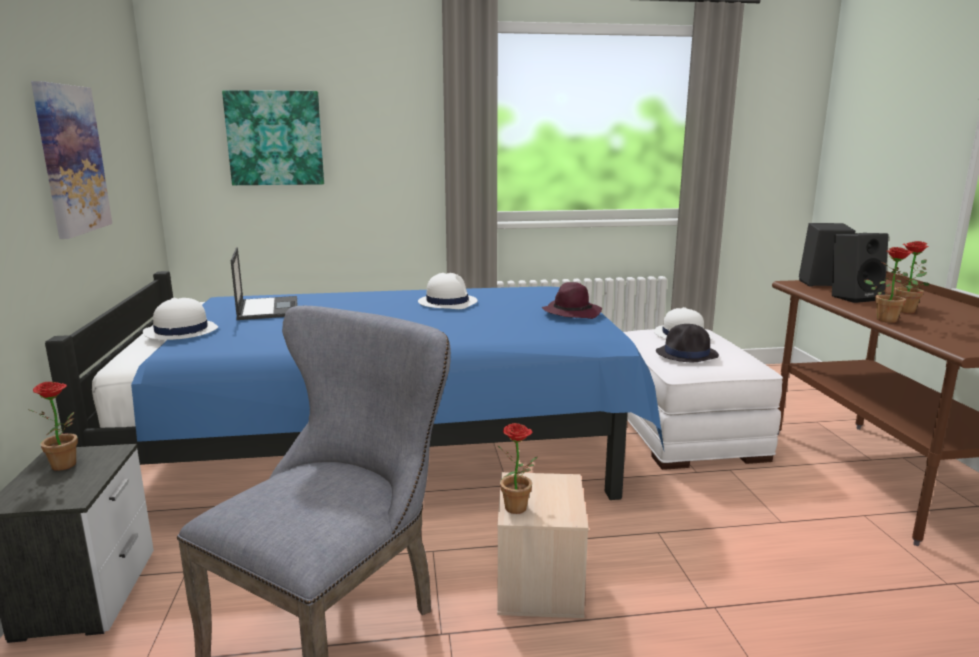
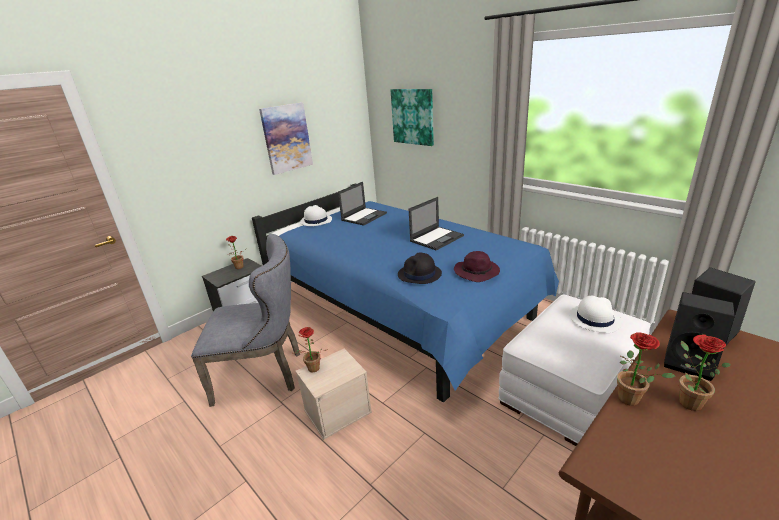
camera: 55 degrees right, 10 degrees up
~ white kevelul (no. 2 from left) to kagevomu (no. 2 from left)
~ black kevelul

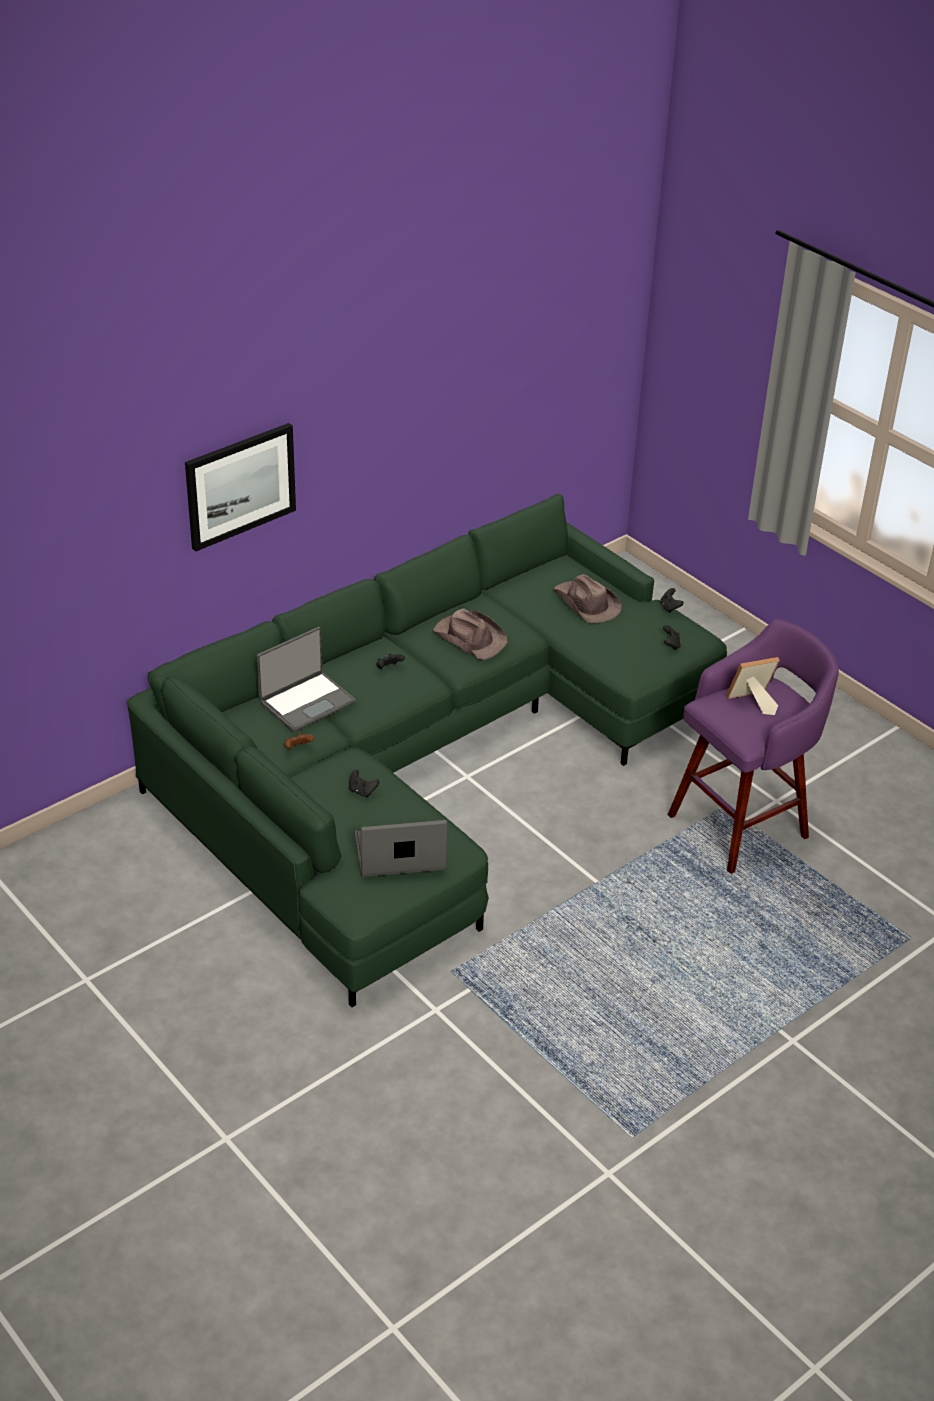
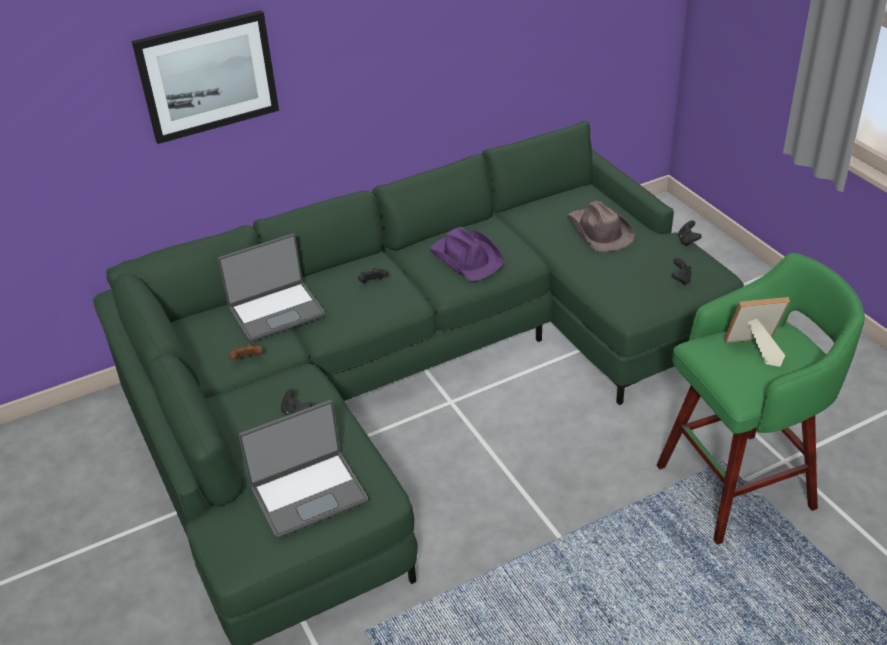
camera: 15 degrees right, 0 degrees up
~ brown kevelul (no. 1 from left) to purple kevelul
~ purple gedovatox to green gedovatox
~ kagevomu (no. 2 from left) 150 degrees clockwise

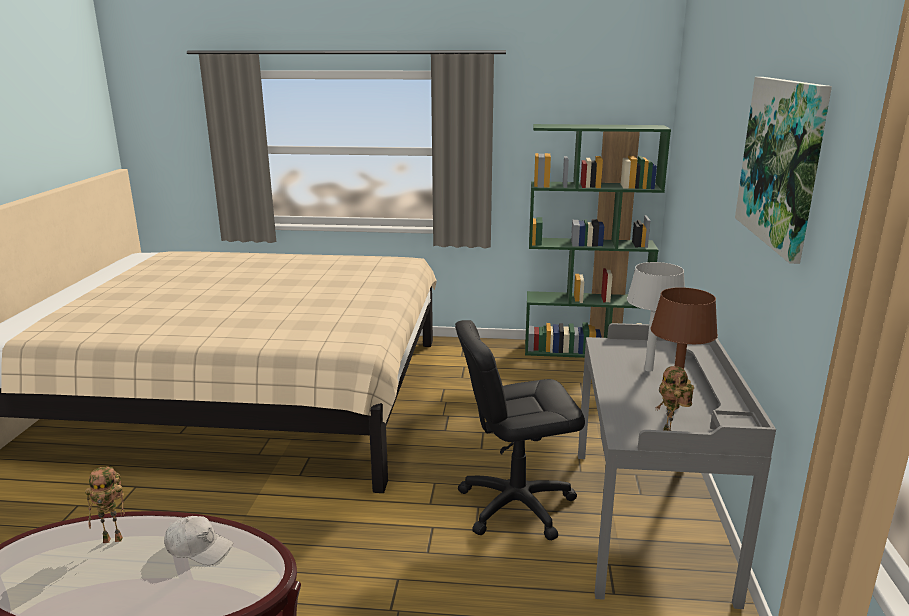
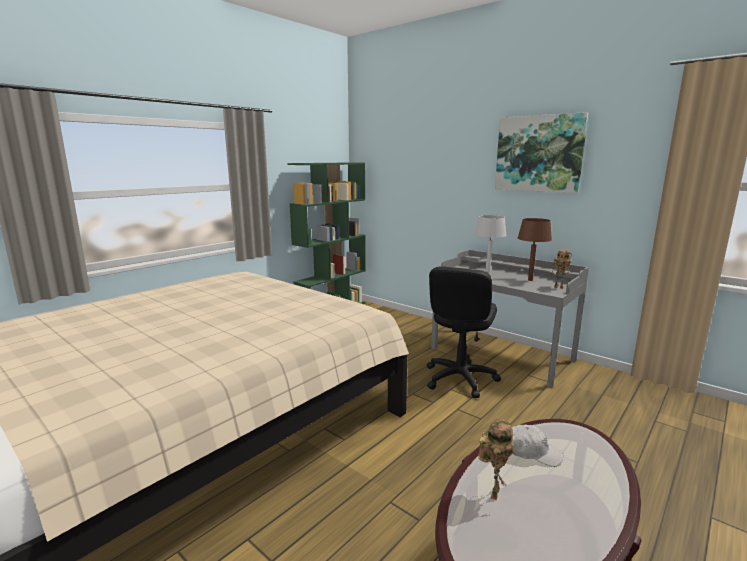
camera: 55 degrees left, 5 degrees down
~ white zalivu 60 degrees clockwise

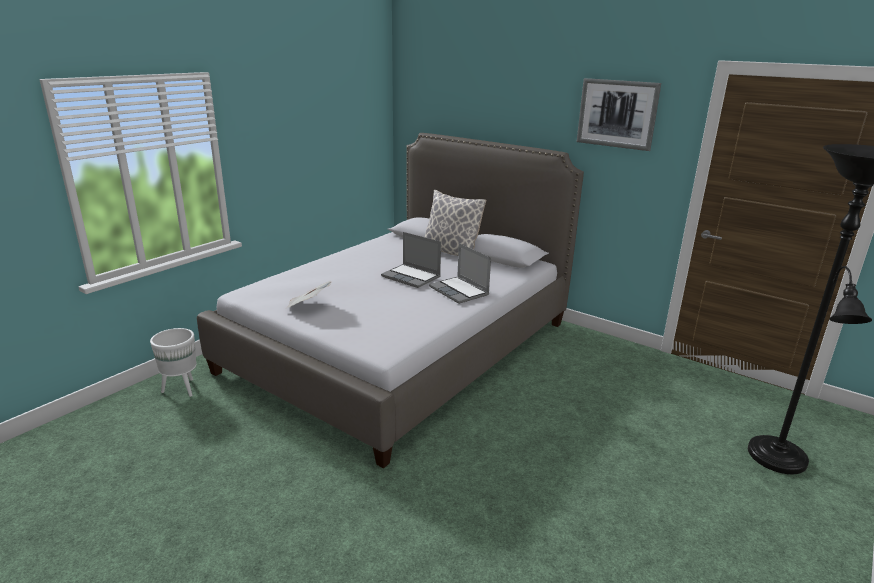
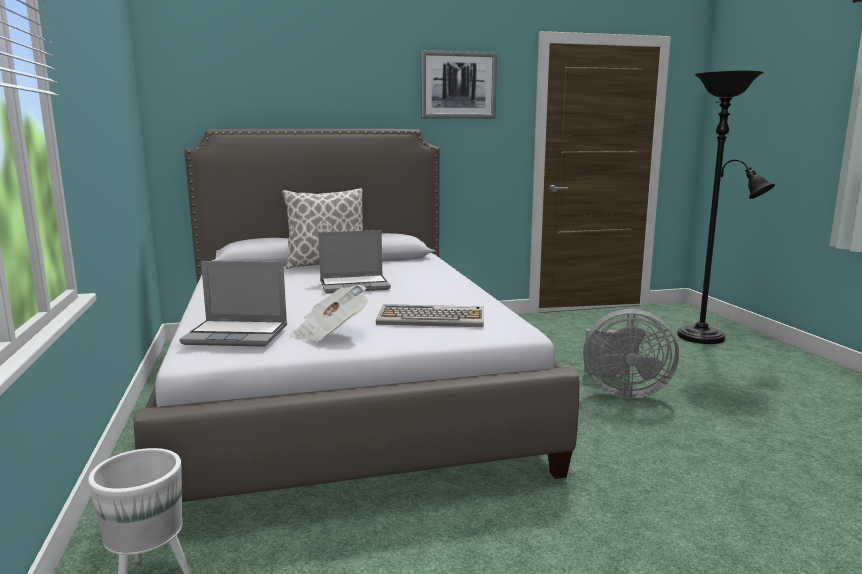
camera: 50 degrees left, 10 degrees down
~ kagevomu (no. 2 from left in the first image) to kagevomu (no. 1 from left)
+ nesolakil
+ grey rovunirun

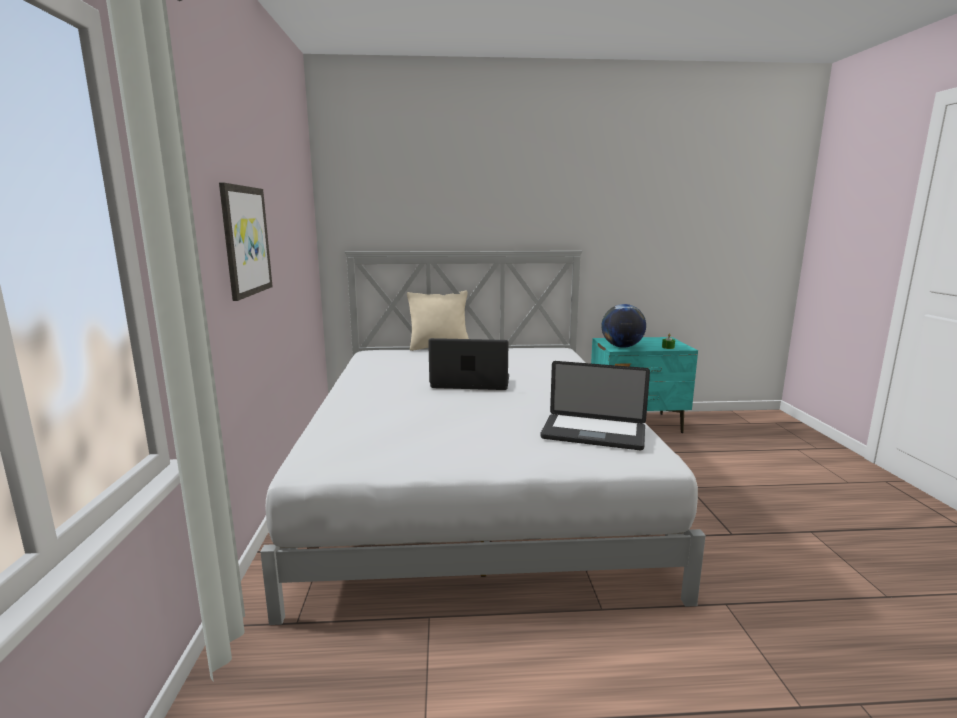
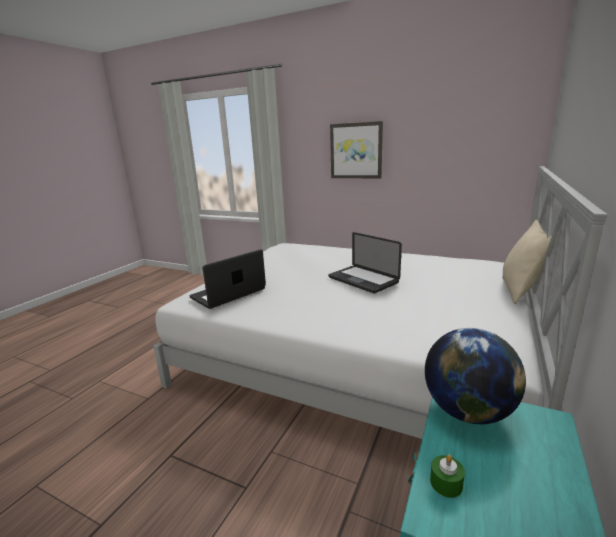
camera: 120 degrees right, 5 degrees up
~ kagevomu (no. 1 from left in the first image) 105 degrees clockwise

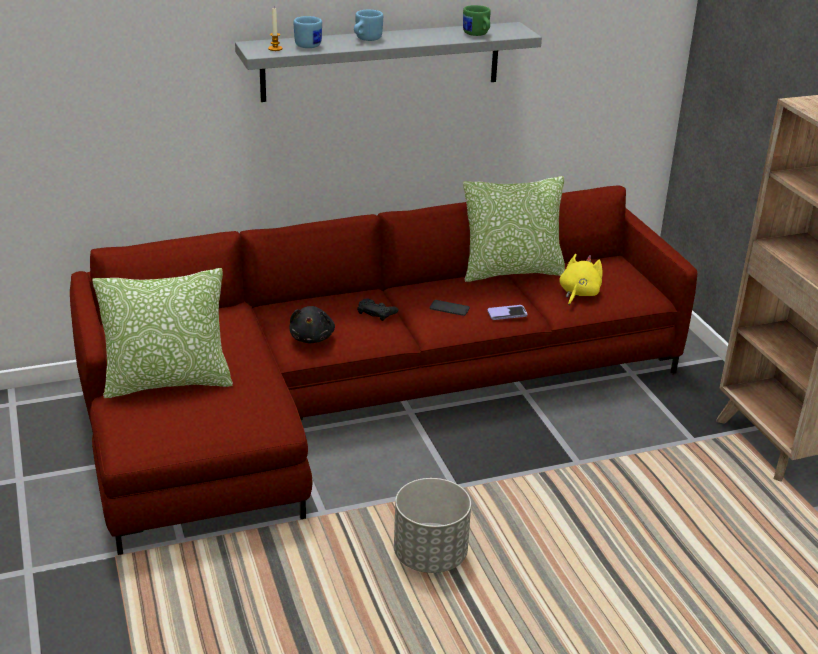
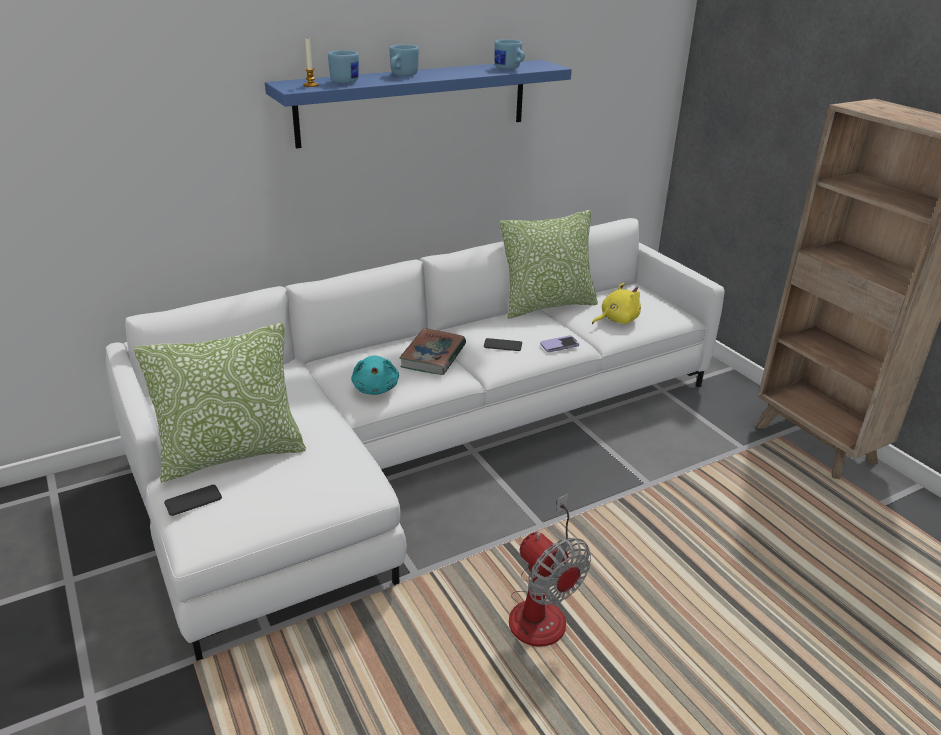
camera: 10 degrees left, 0 degrees up
~ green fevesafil to blue fevesafil (no. 3 from left)
~ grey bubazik to blue bubazik
~ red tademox to white tademox
~ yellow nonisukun 45 degrees clockwise
~ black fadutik to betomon
~ black nonisukun to turquoise nonisukun
~ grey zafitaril to rovunirun
+ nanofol (no. 1 from left)

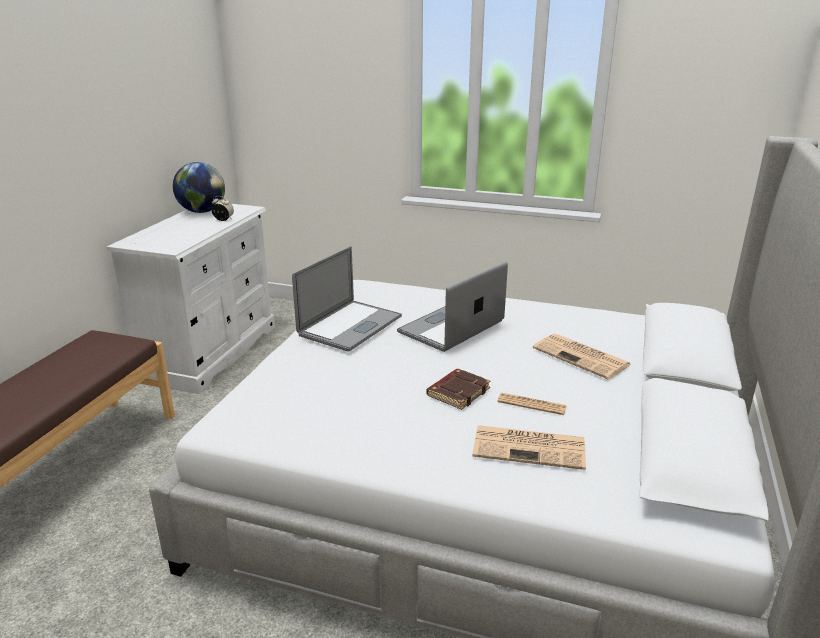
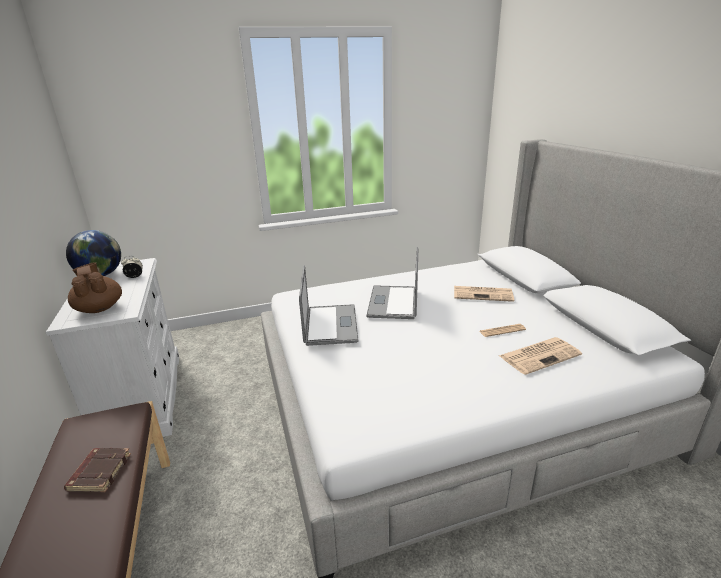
camera: 35 degrees left, 0 degrees up
~ brown betomon
+ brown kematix

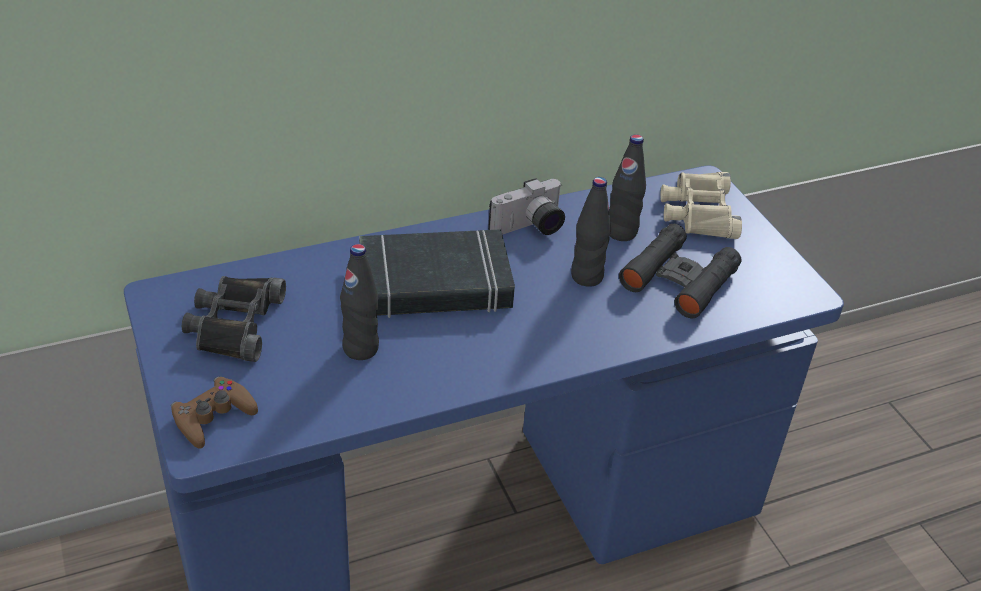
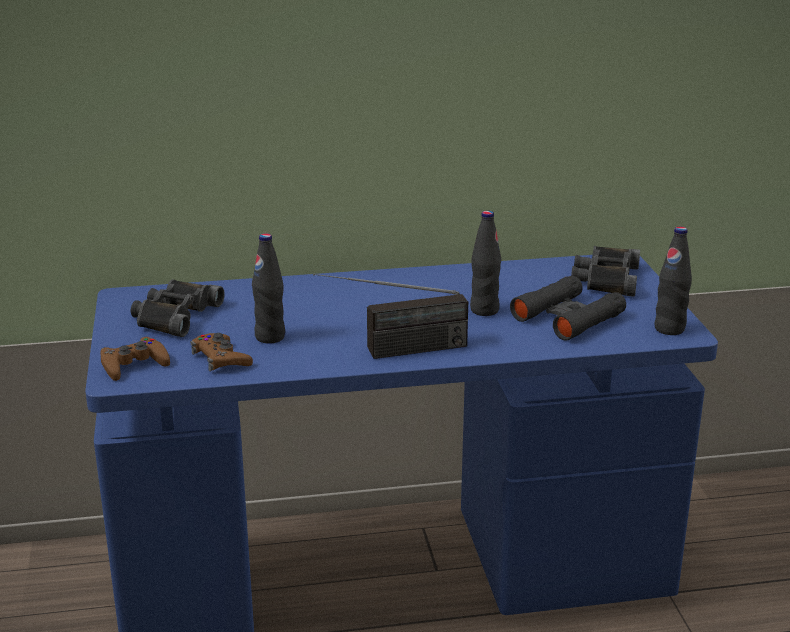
camera: 15 degrees right, 15 degrees down
~ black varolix (no. 3 from left)
~ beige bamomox to black bamomox (no. 3 from left)
- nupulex
- black betomon
+ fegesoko
+ brown fadutik (no. 2 from left)

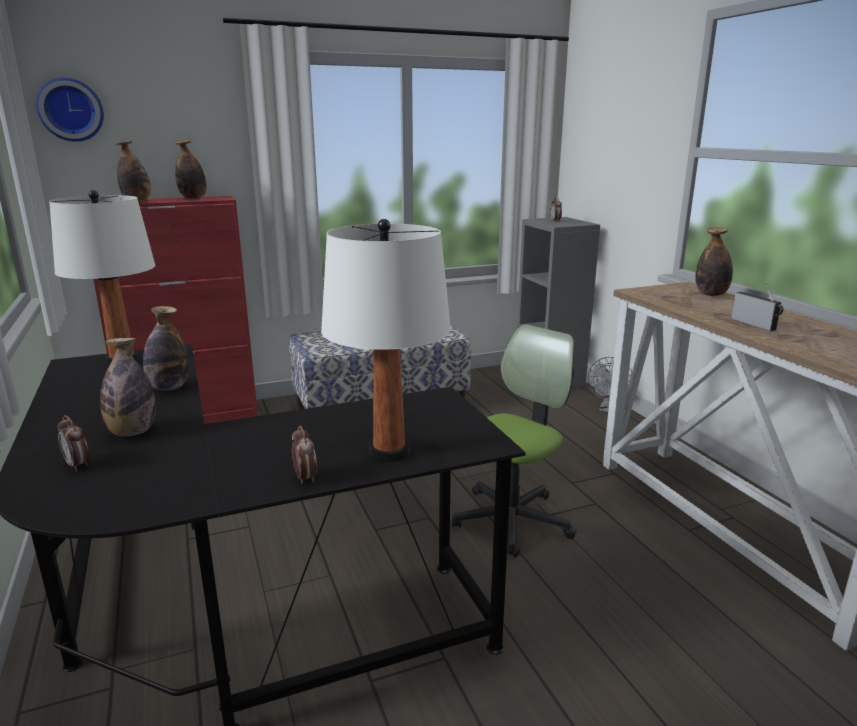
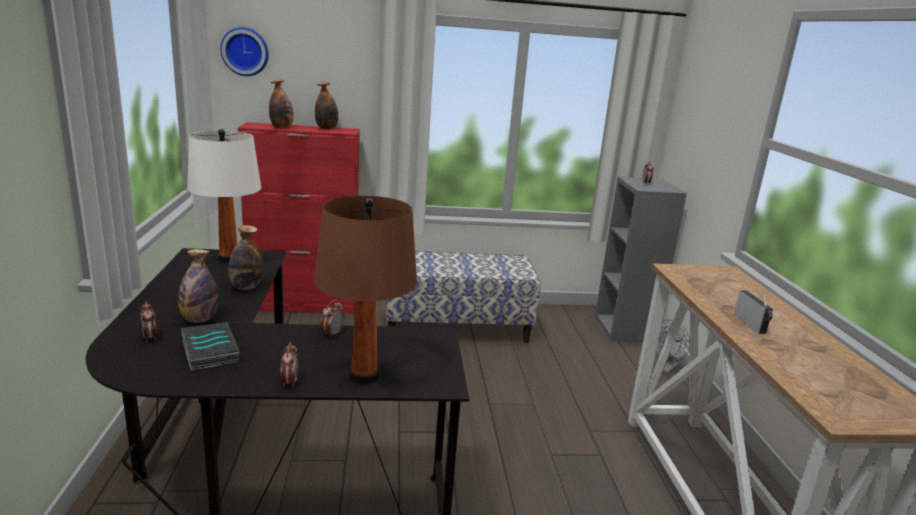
camera: 15 degrees right, 0 degrees up
~ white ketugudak (no. 2 from left) to brown ketugudak
- varolix (no. 5 from left)
- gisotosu
+ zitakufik (no. 3 from left)
+ betomon

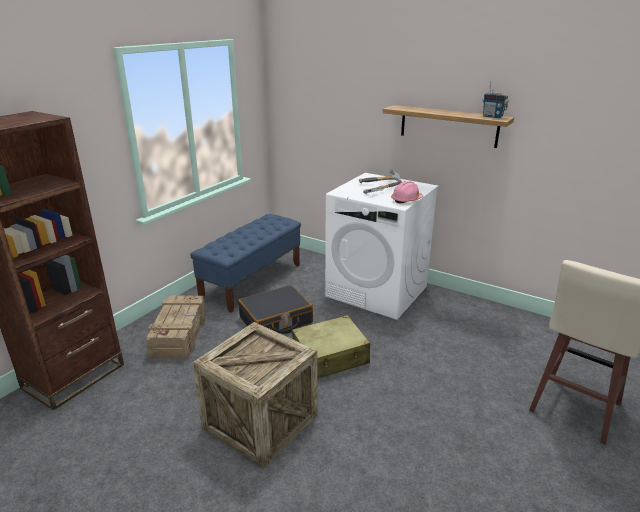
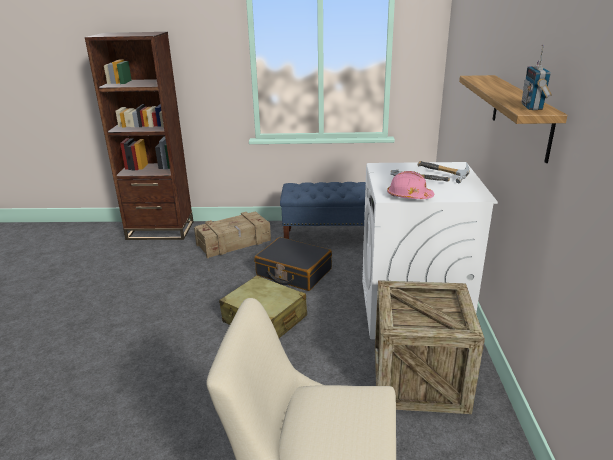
camera: 60 degrees right, 0 degrees up
~ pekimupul (no. 2 from left)

